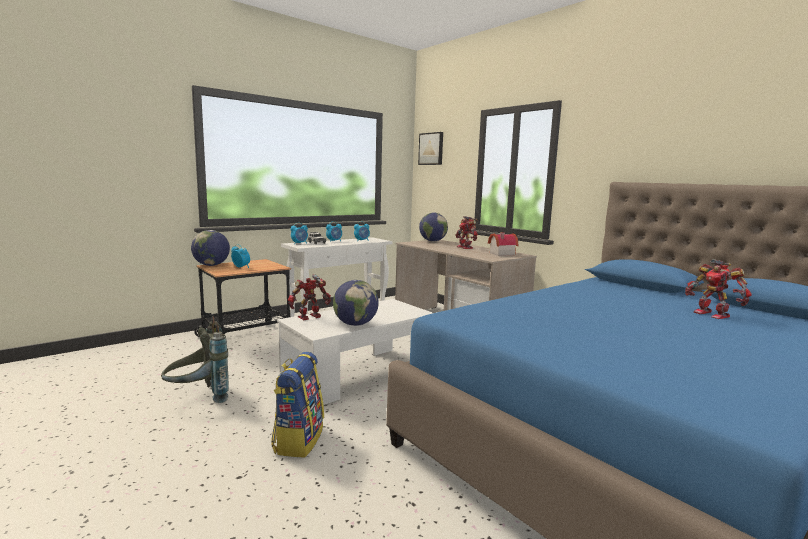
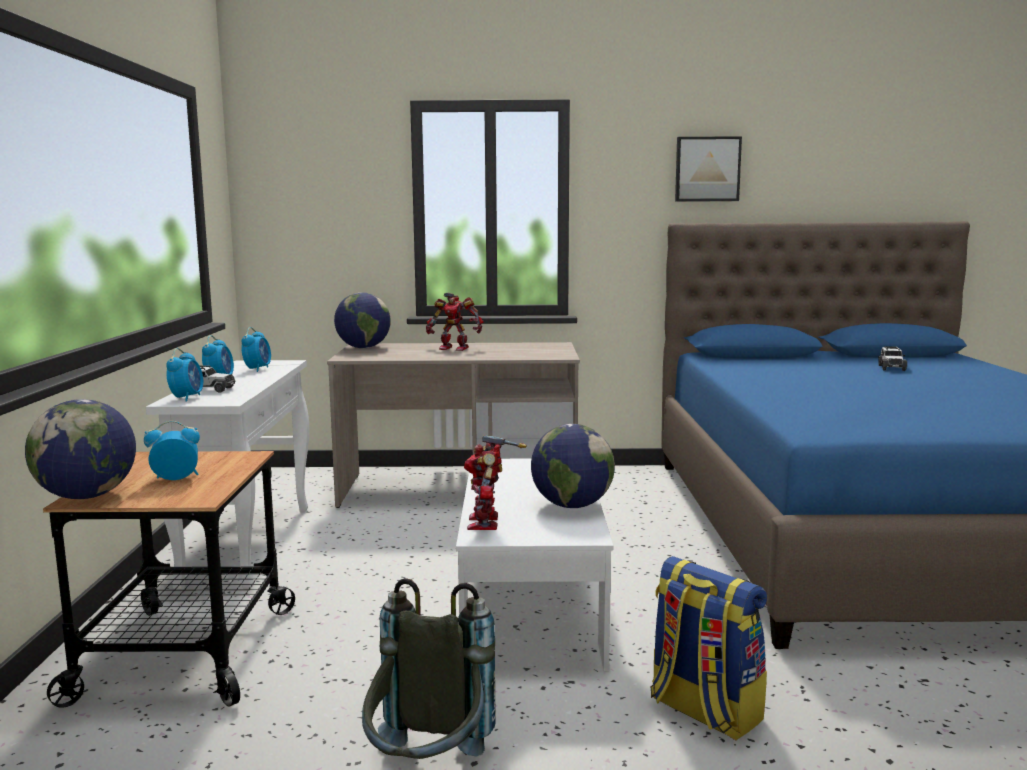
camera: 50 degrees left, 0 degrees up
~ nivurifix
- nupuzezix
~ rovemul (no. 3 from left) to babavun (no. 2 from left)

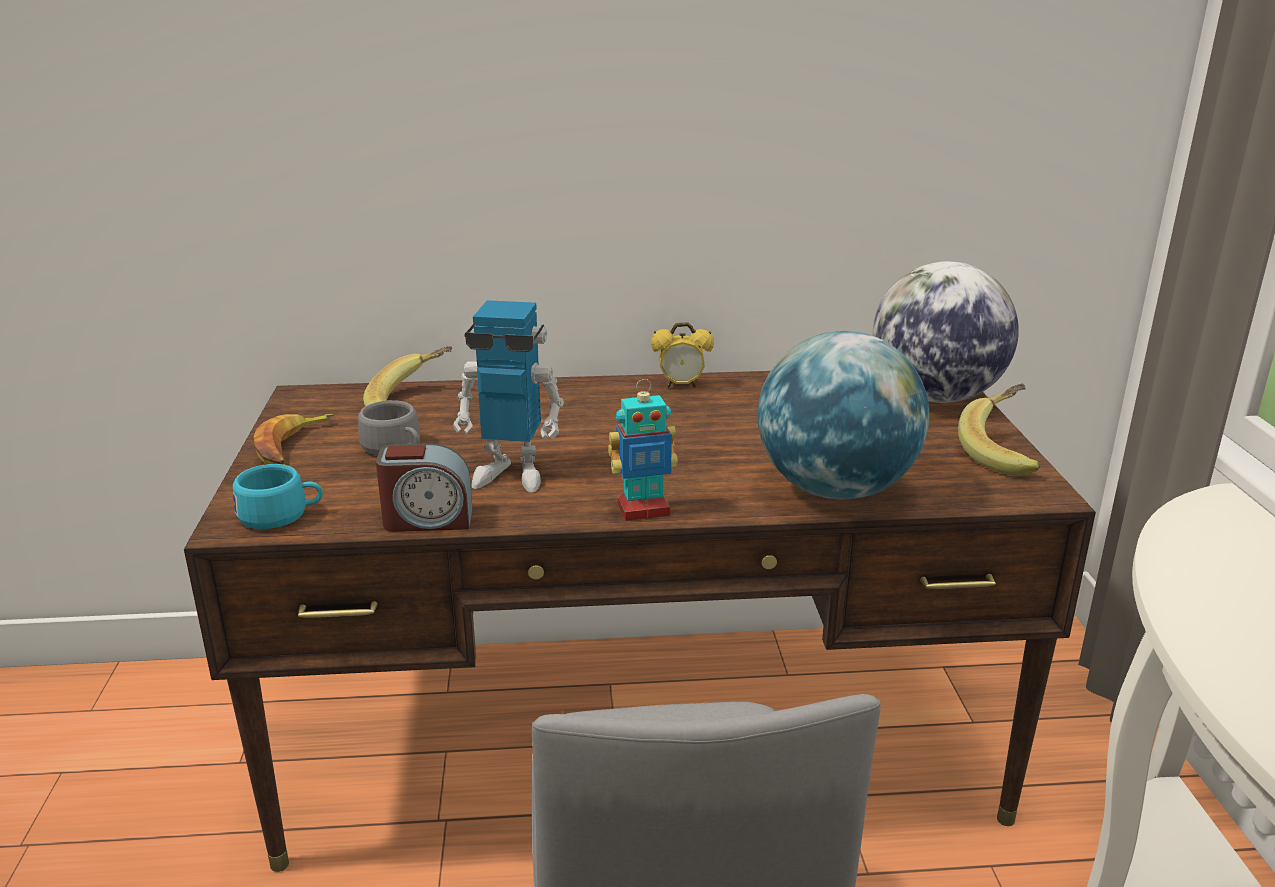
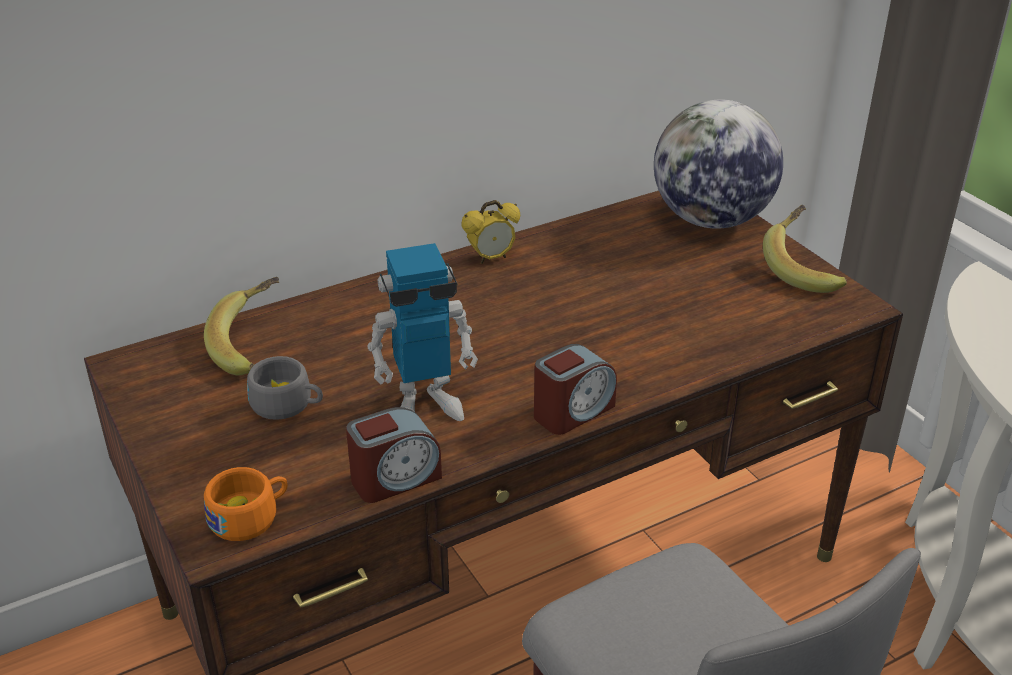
camera: 25 degrees left, 10 degrees up
- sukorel (no. 1 from left)
~ rovemul (no. 2 from left) to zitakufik (no. 3 from left)
- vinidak (no. 1 from left)
~ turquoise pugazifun to orange pugazifun

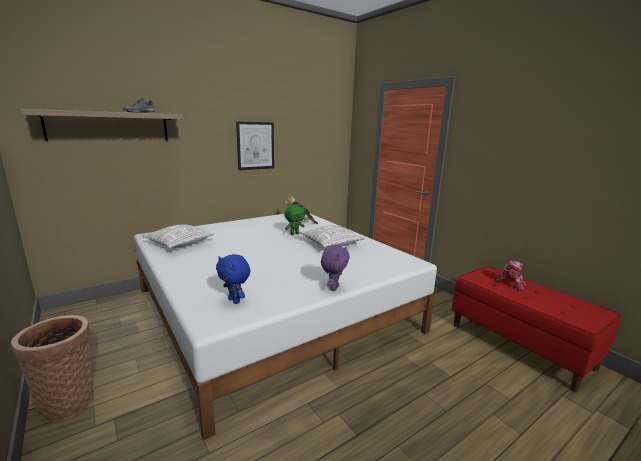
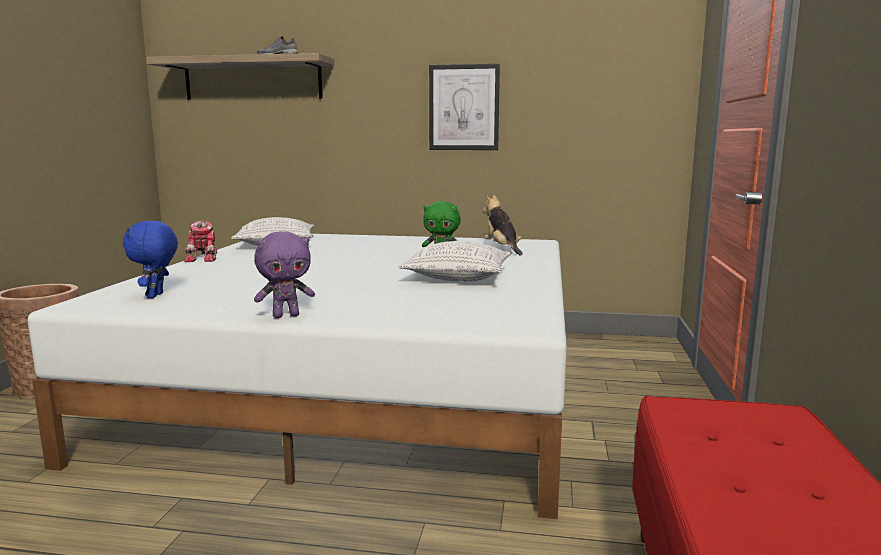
camera: 45 degrees right, 5 degrees down
~ rovemul

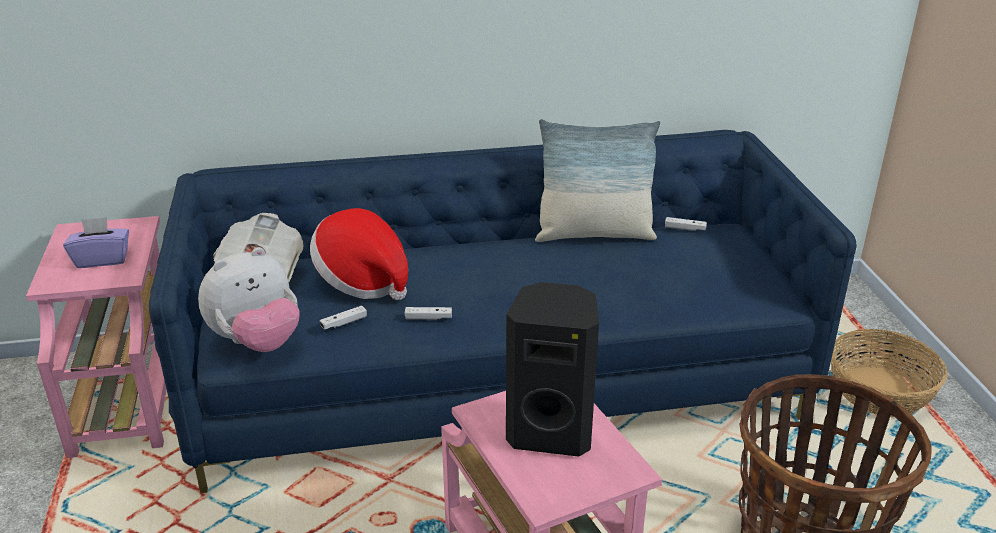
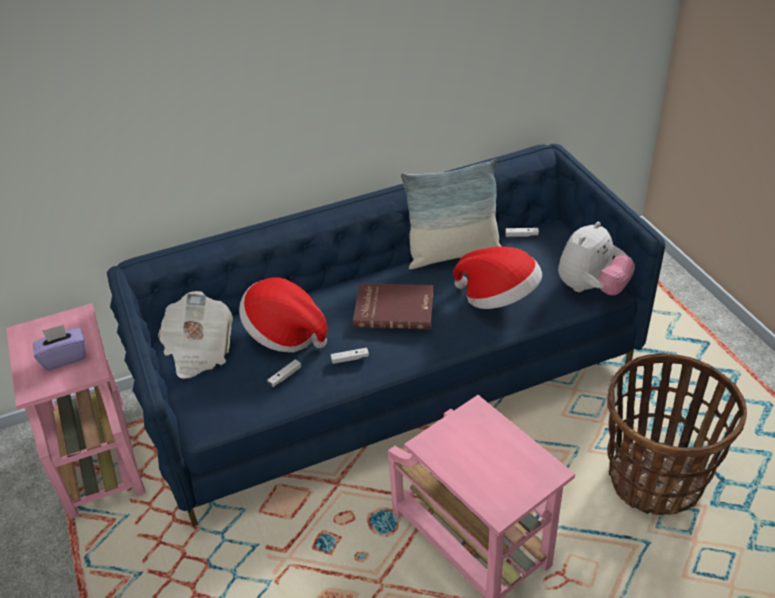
camera: 10 degrees left, 10 degrees up
~ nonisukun
- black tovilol
- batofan (no. 2 from left)
+ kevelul (no. 2 from left)
+ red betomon

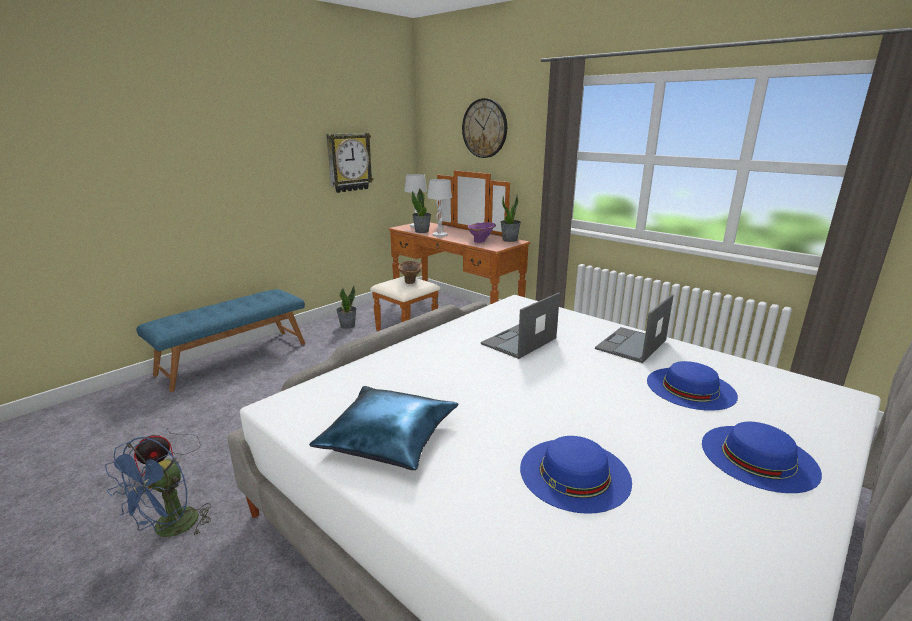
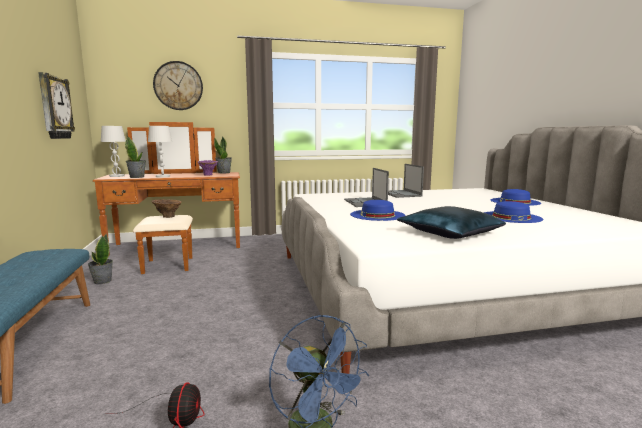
camera: 55 degrees left, 10 degrees down
~ blue kevelul (no. 2 from left in the first image) to blue kevelul (no. 1 from left)

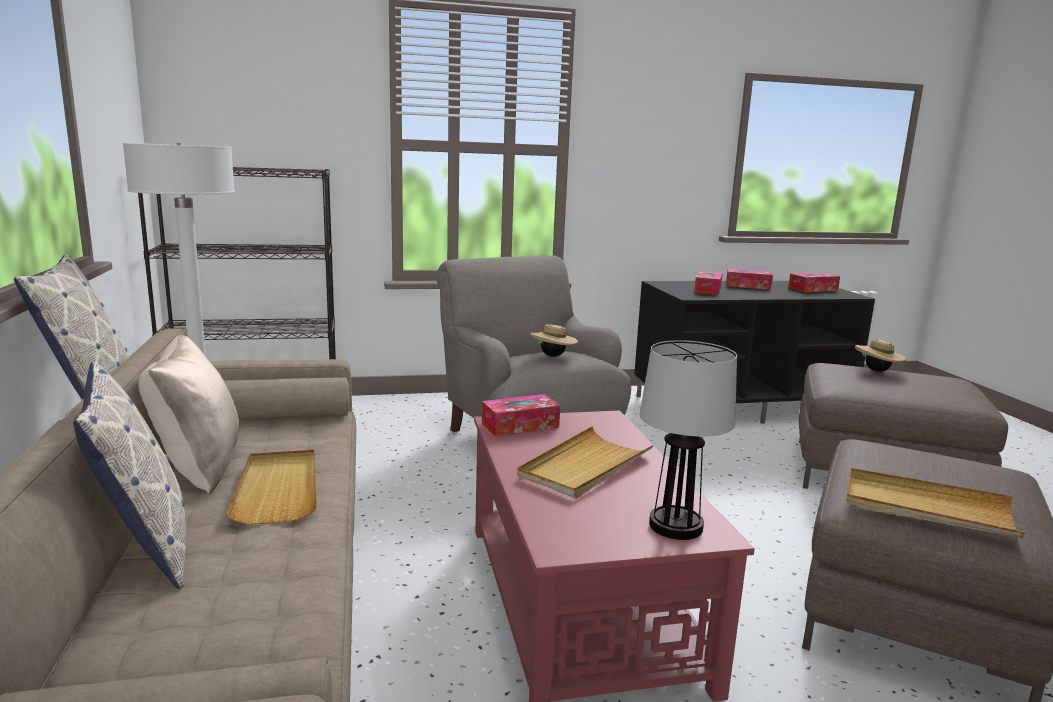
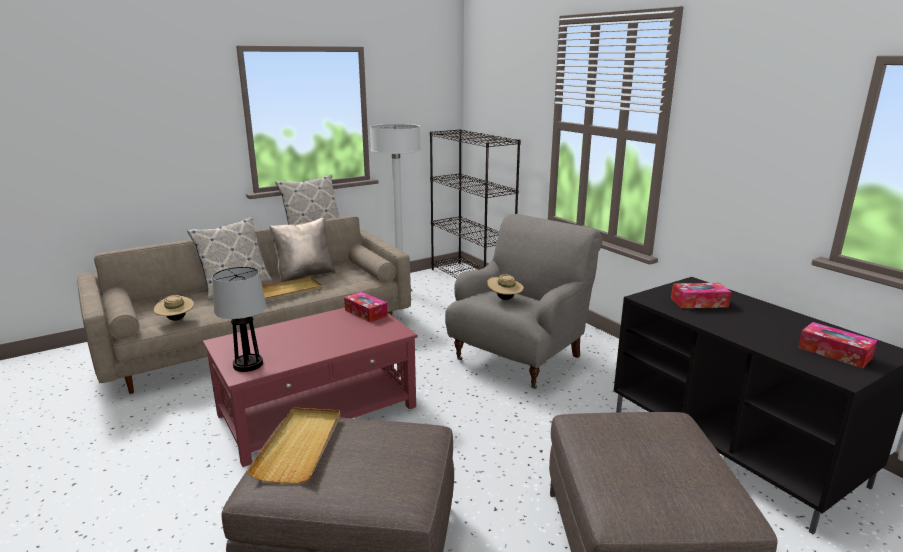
camera: 70 degrees right, 5 degrees up
- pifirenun (no. 3 from left)
~ beige kevelul (no. 2 from left in the first image) to beige kevelul (no. 1 from left)
- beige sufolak (no. 2 from left)

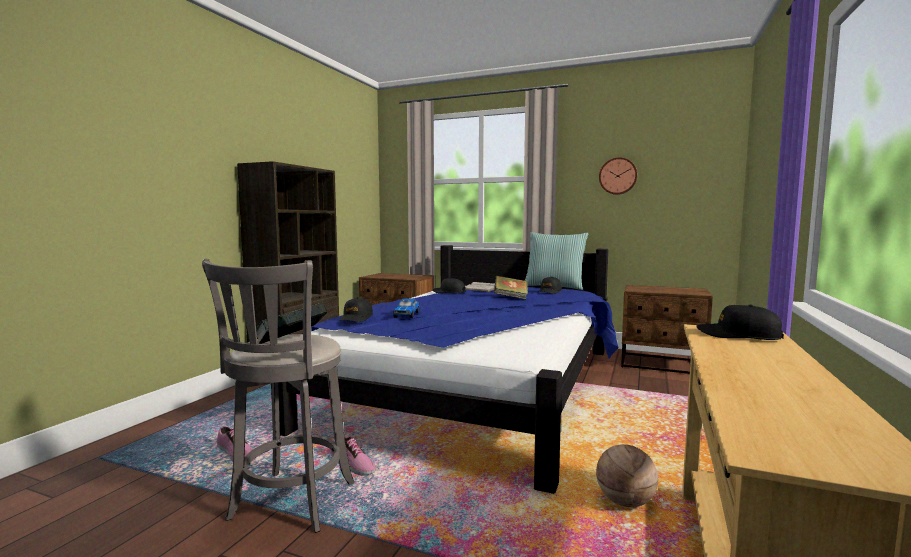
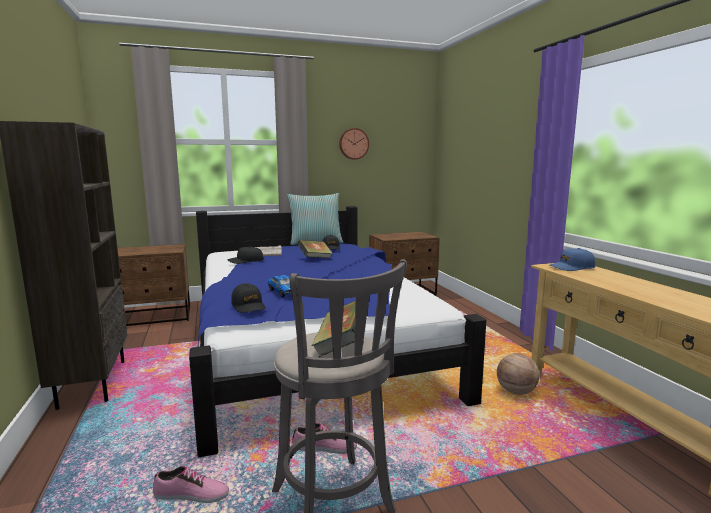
camera: 40 degrees left, 5 degrees up
~ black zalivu (no. 4 from left) to blue zalivu

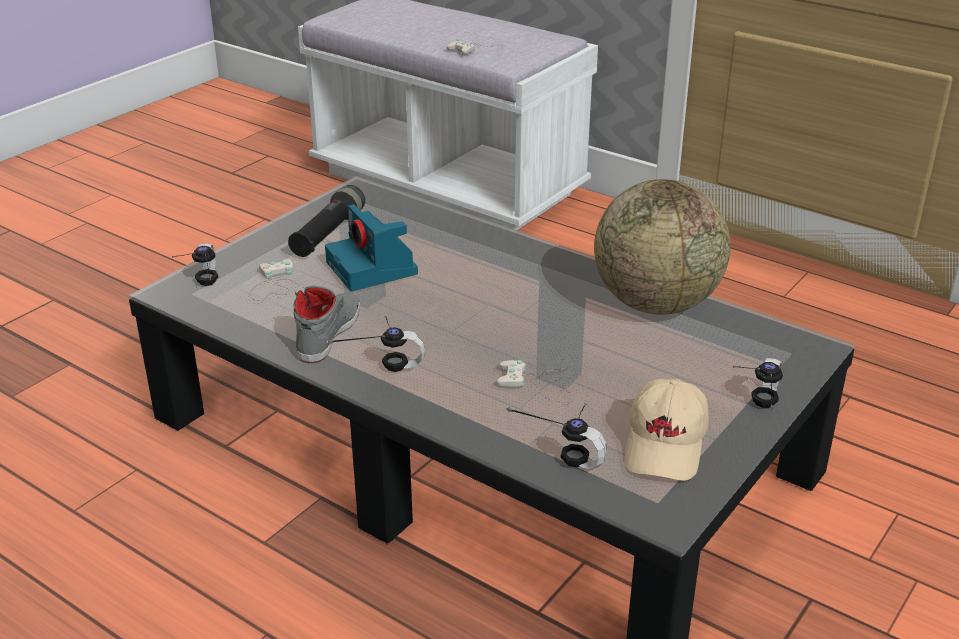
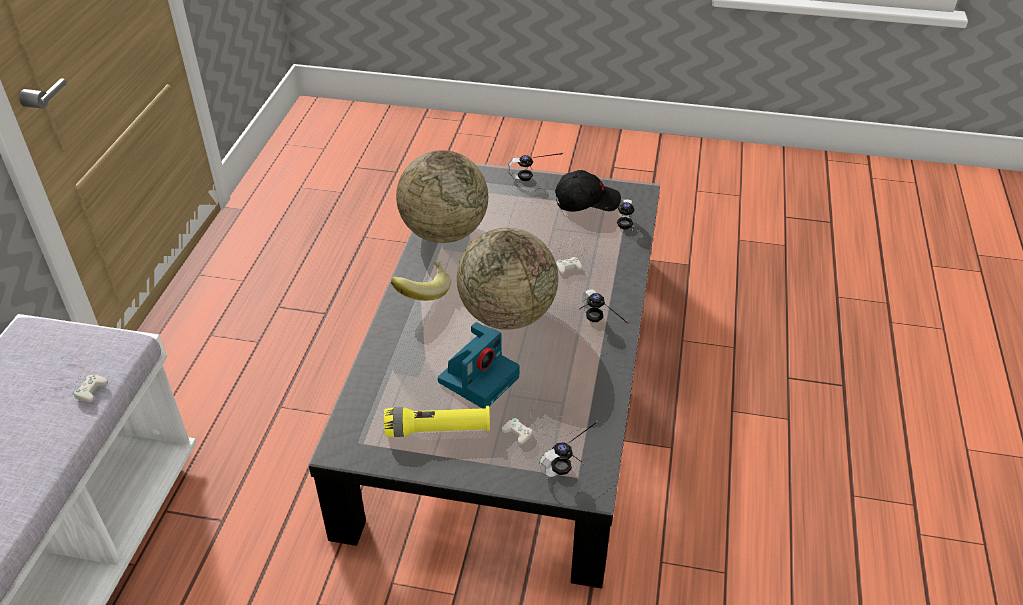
camera: 115 degrees left, 10 degrees up
~ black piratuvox to yellow piratuvox
- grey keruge
~ beige zalivu to black zalivu
+ sukorel (no. 2 from left)
+ vinidak

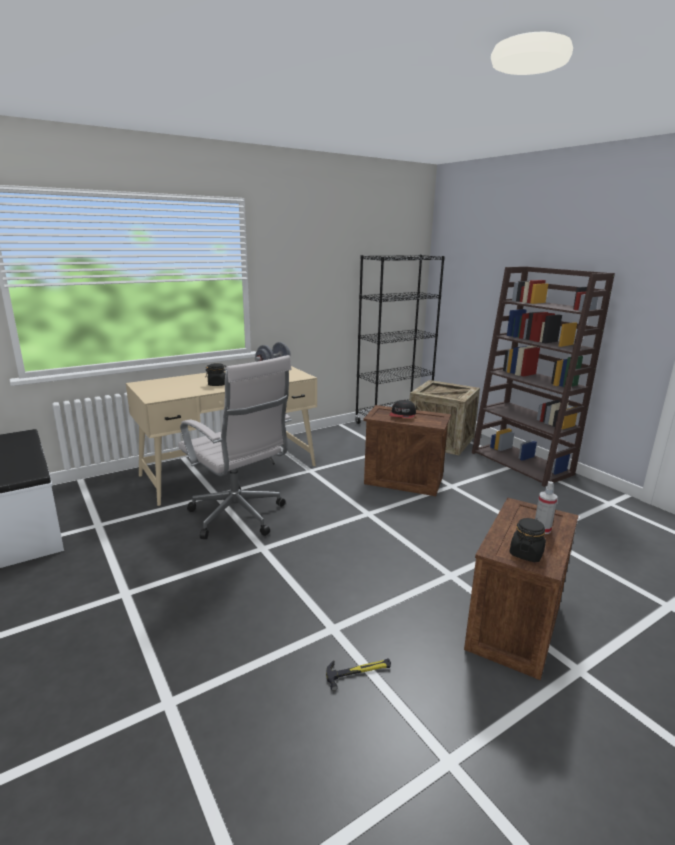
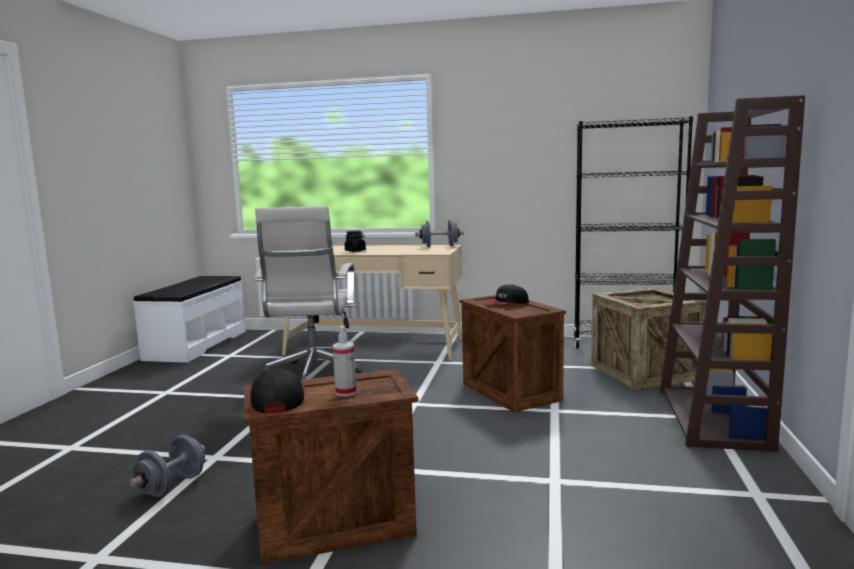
camera: 45 degrees right, 10 degrees down
~ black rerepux (no. 2 from left) to zalivu (no. 1 from left)
~ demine to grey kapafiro (no. 1 from left)

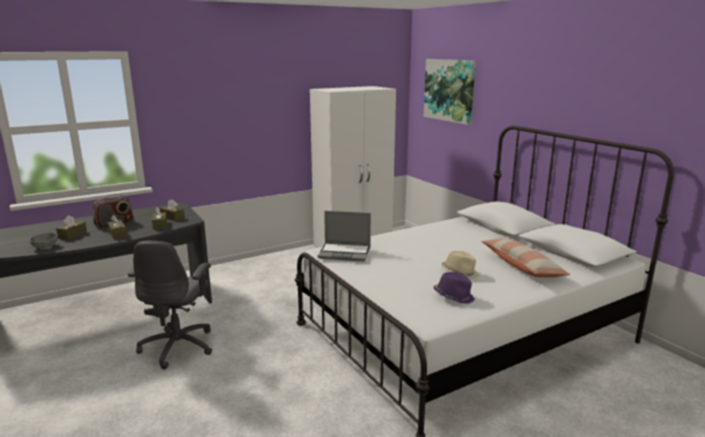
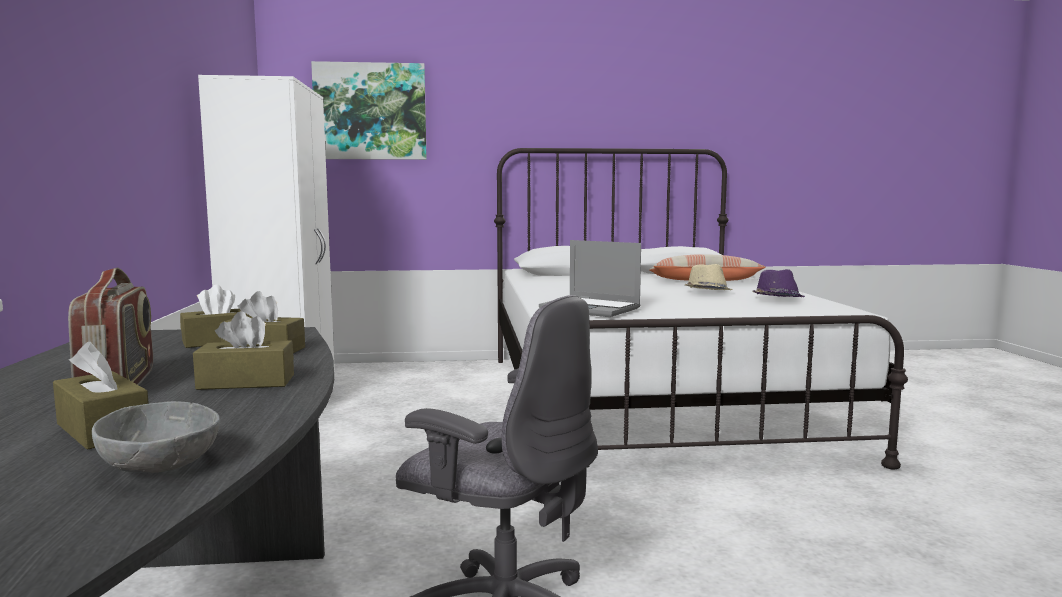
camera: 65 degrees left, 10 degrees down
~ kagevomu 90 degrees clockwise

